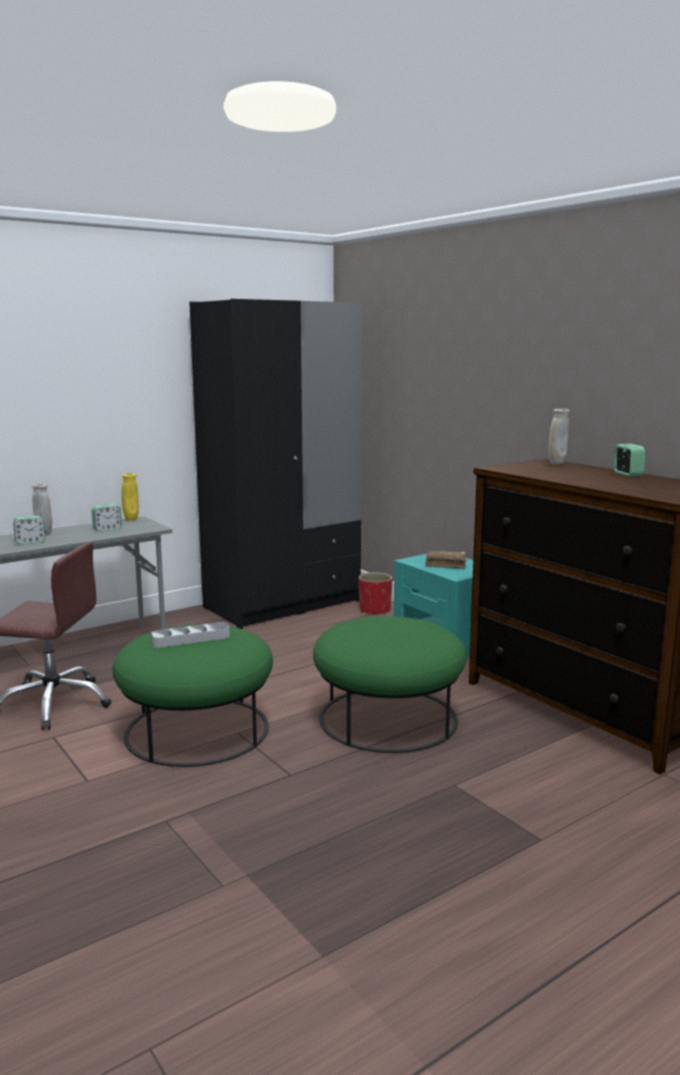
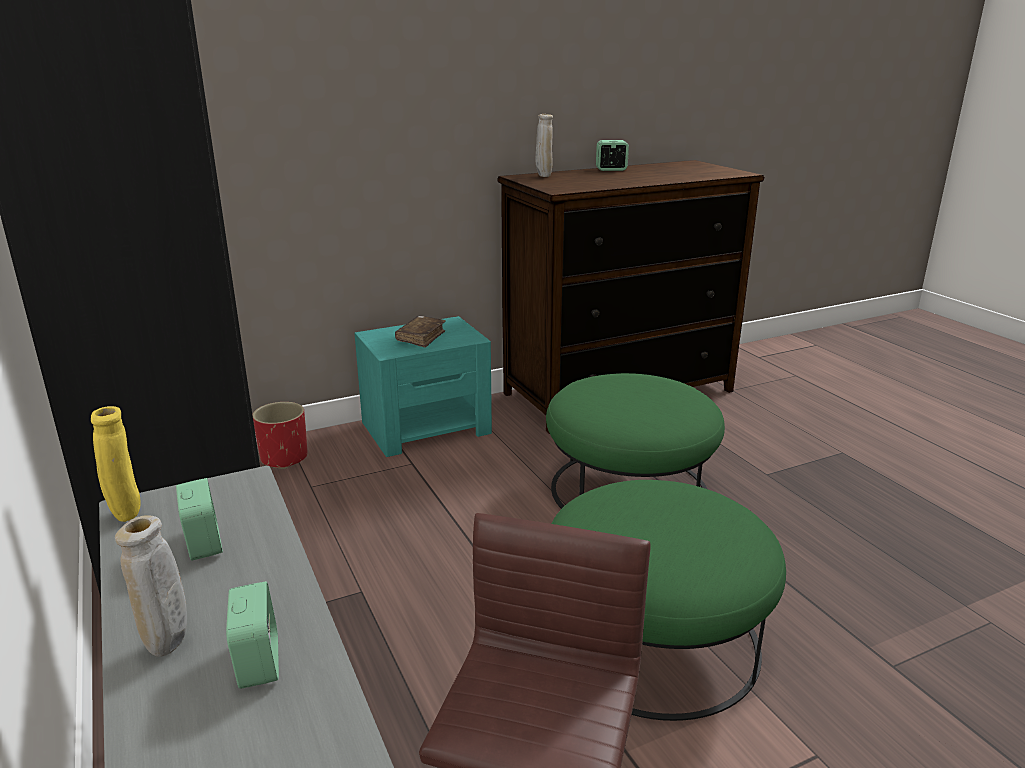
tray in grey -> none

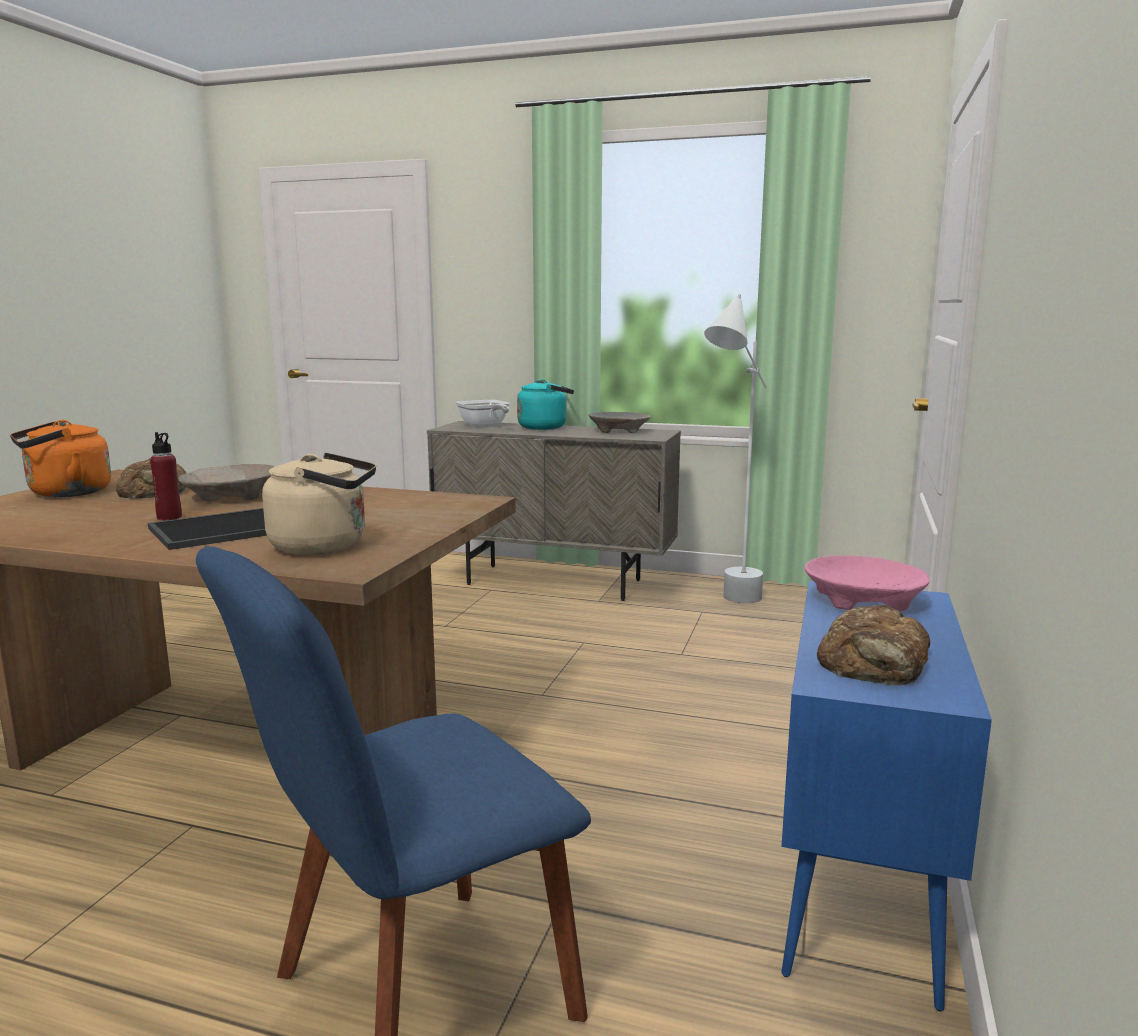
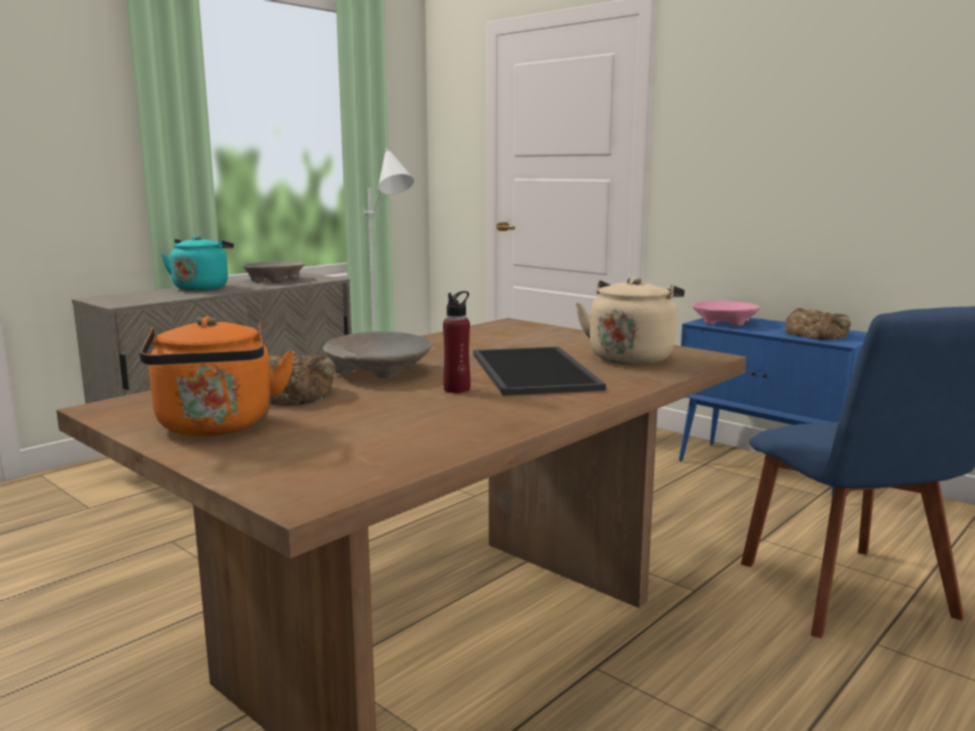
frying pan -> none

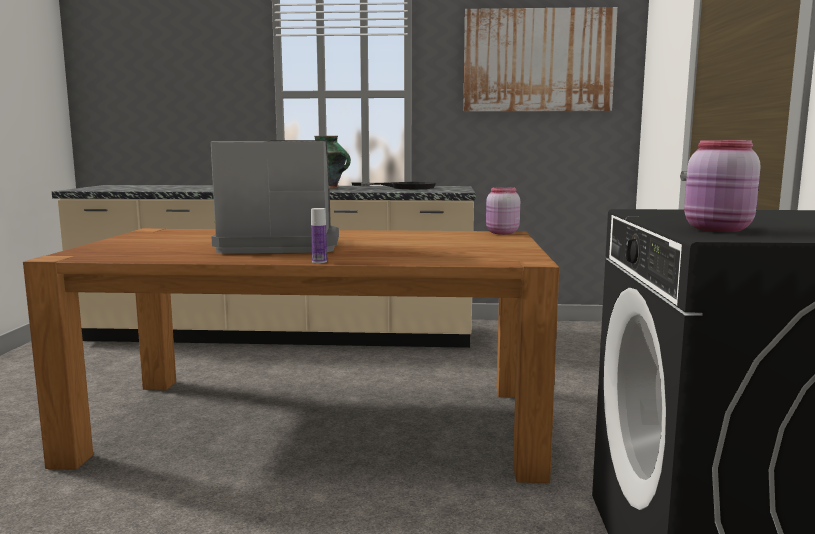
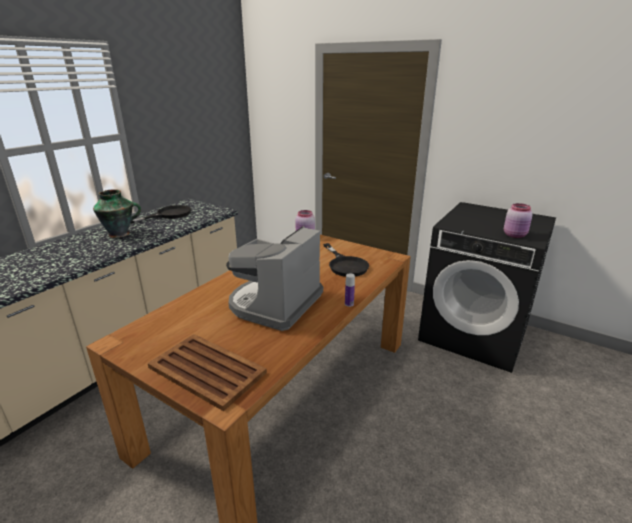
picture -> none
none -> tray in brown
none -> frying pan in black (2nd from left)

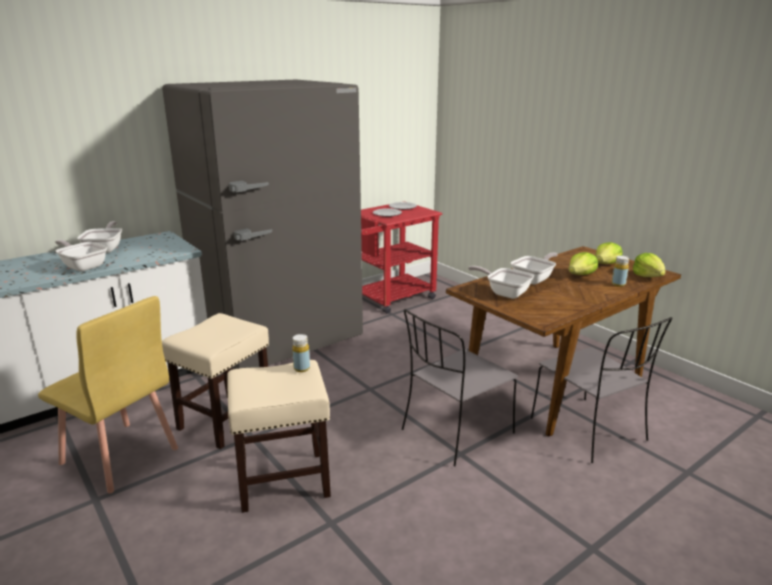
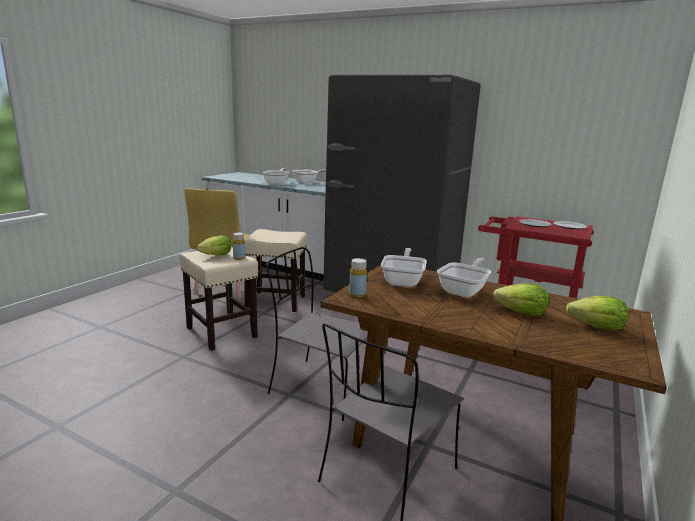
frying pan (4th from left), 75 degrees counterclockwise
bottle in yellow (2nd from left), move
lettuce (3rd from left in the first image) -> lettuce (1st from left), move

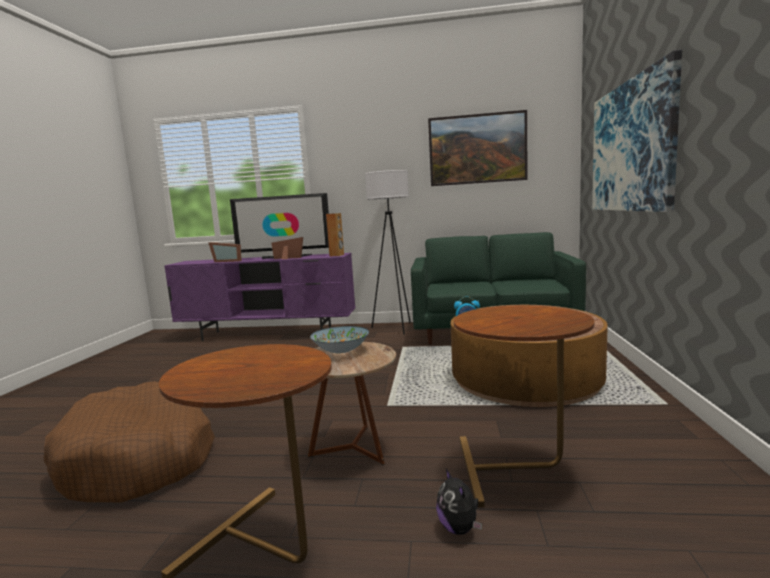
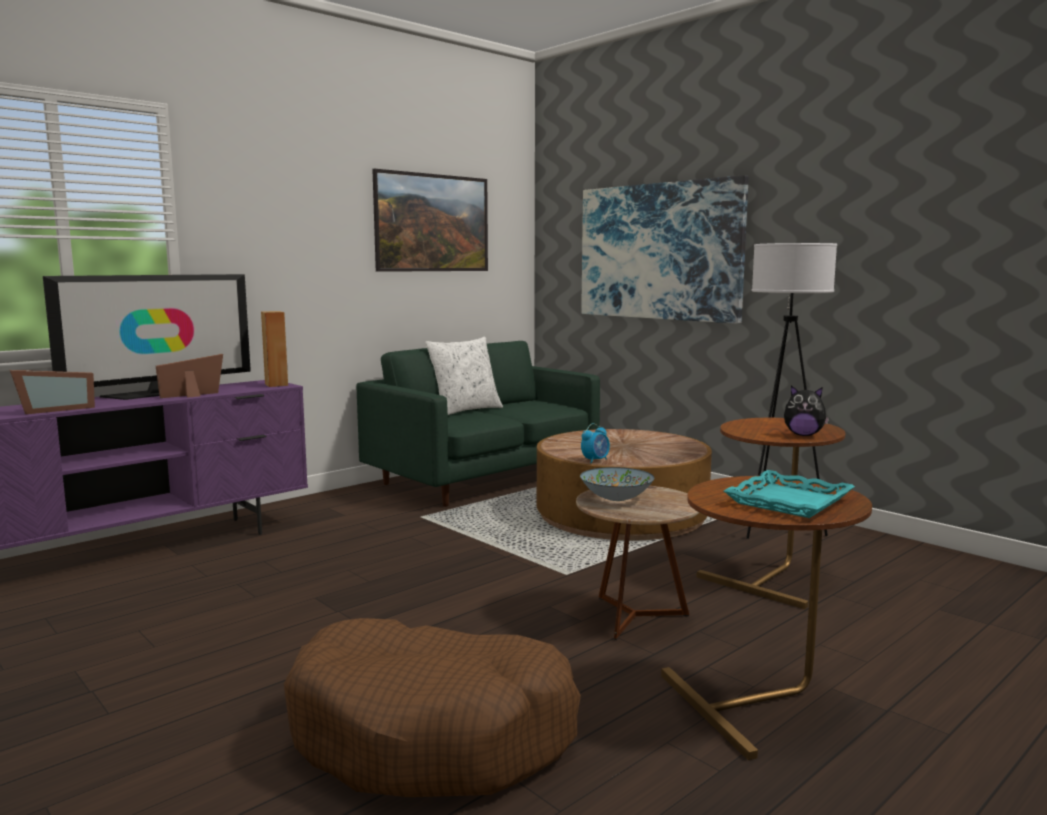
floor lamp in white, move
plush toy, move
none -> pillow in white
none -> tray in turquoise

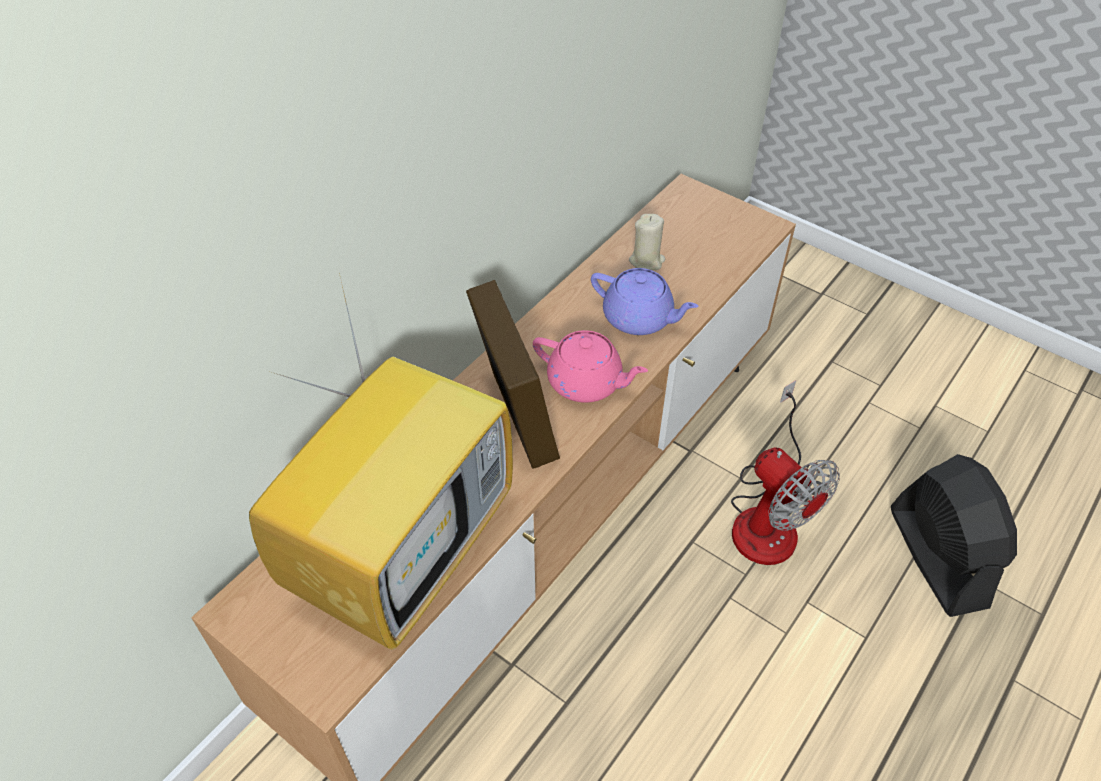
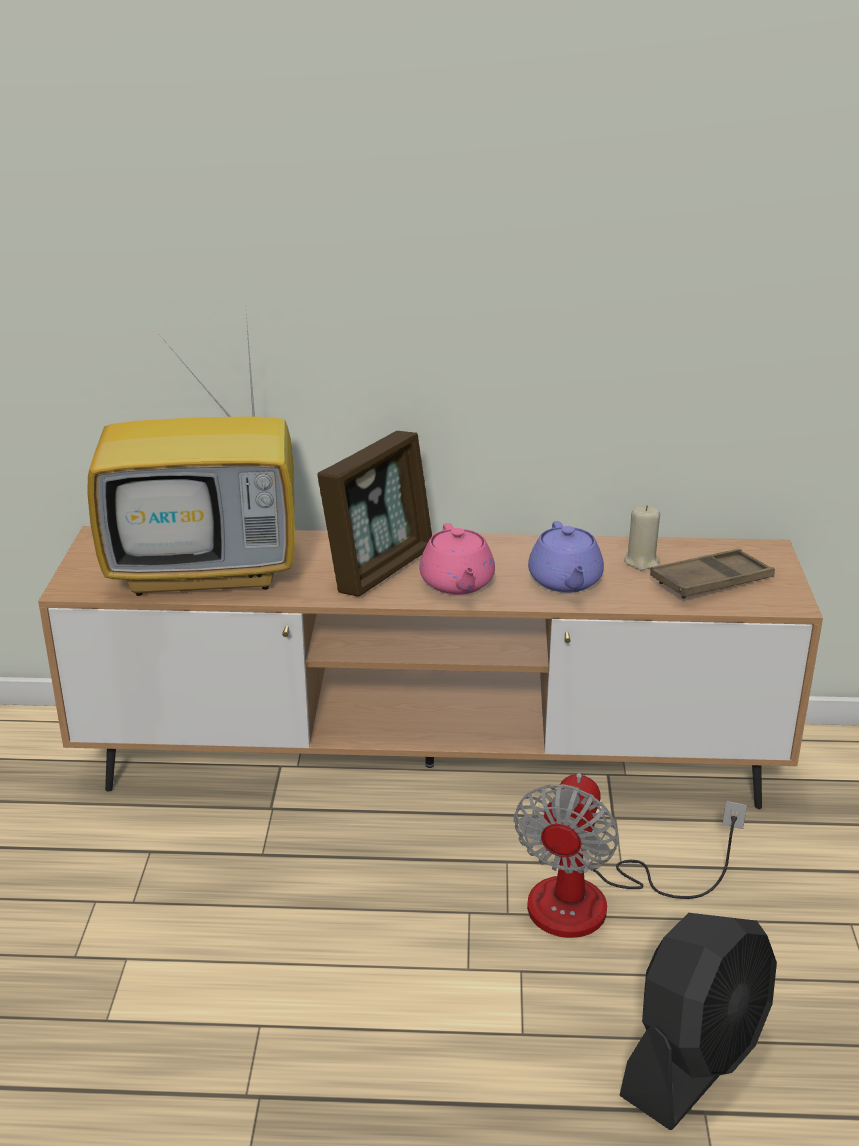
none -> tray in brown

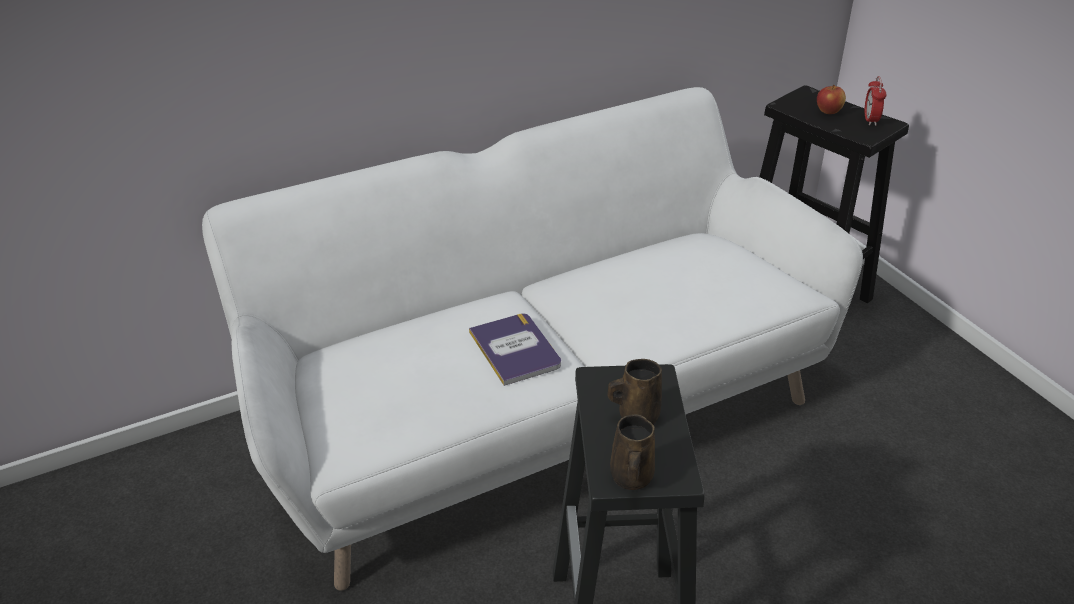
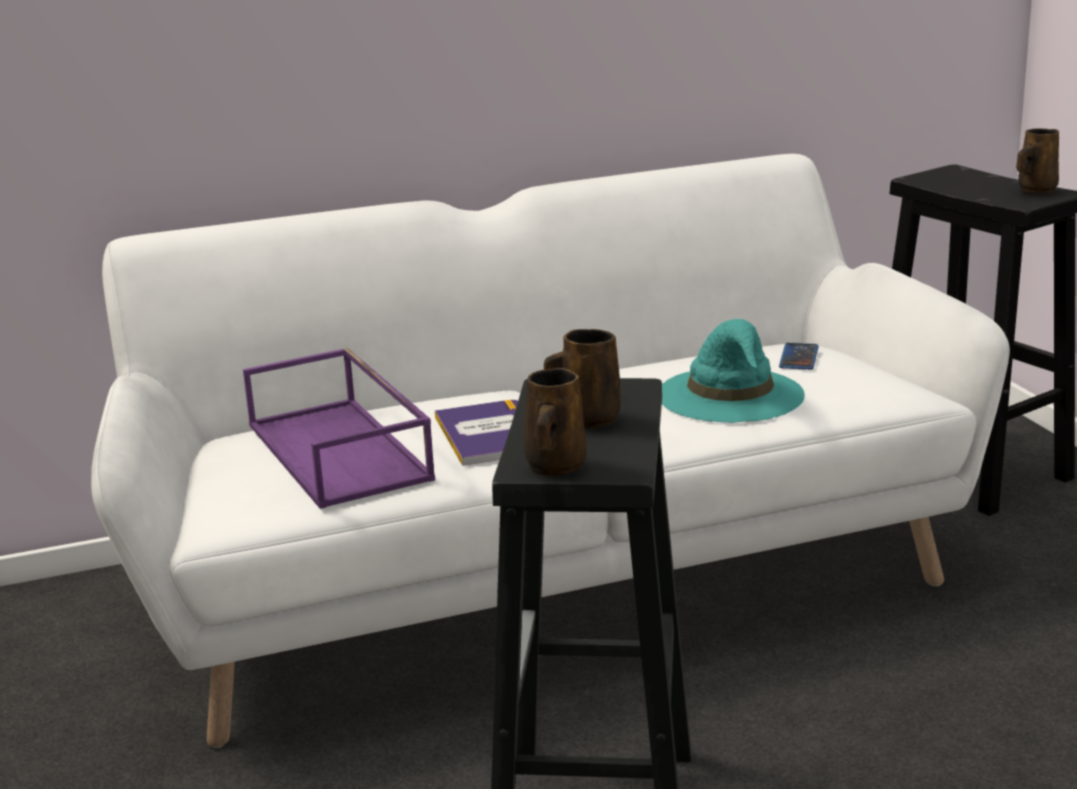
apple -> none
alarm clock -> mug in brown (3rd from left)
none -> tray in purple
none -> hat in turquoise
none -> phone

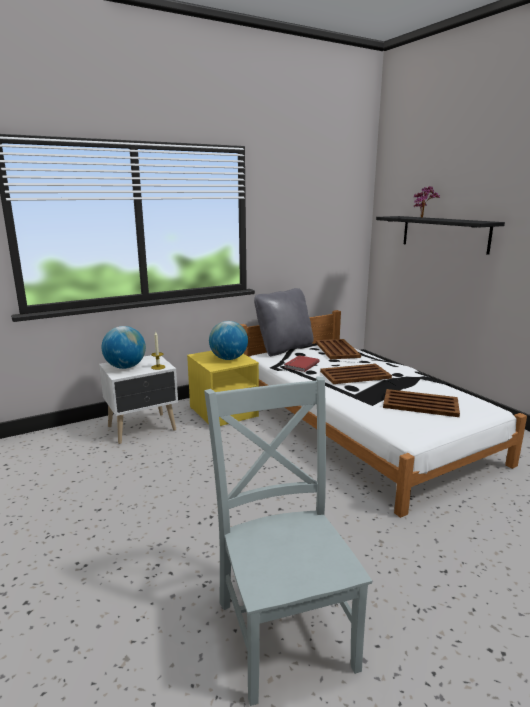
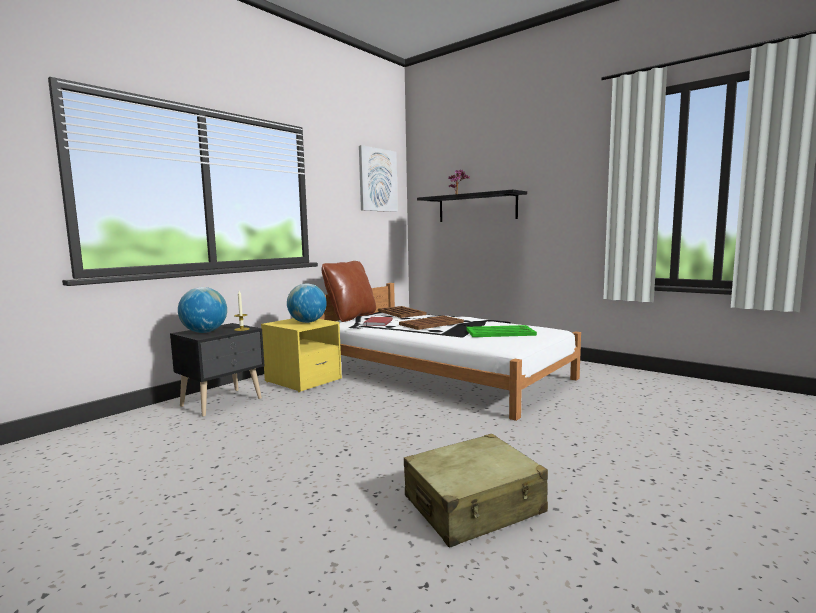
nightstand in white -> nightstand in black
chair in grey -> suitcase in beige
pillow in grey -> pillow in brown
tray in brown (3rd from left) -> tray in green
none -> picture

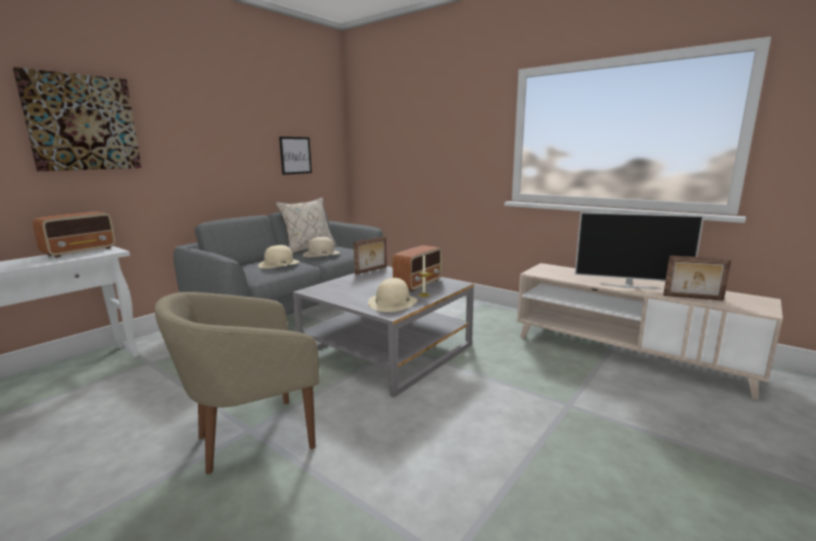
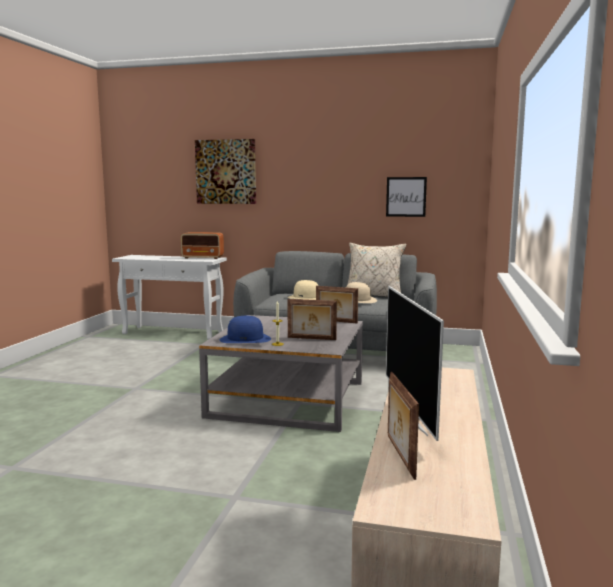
armchair in beige -> none
hat in beige (3rd from left) -> hat in blue
radio (2nd from left) -> picture frame (1st from left)

